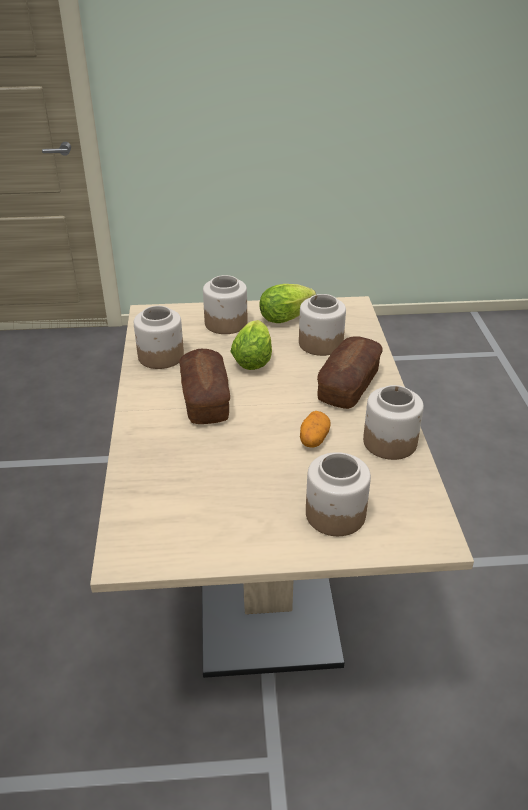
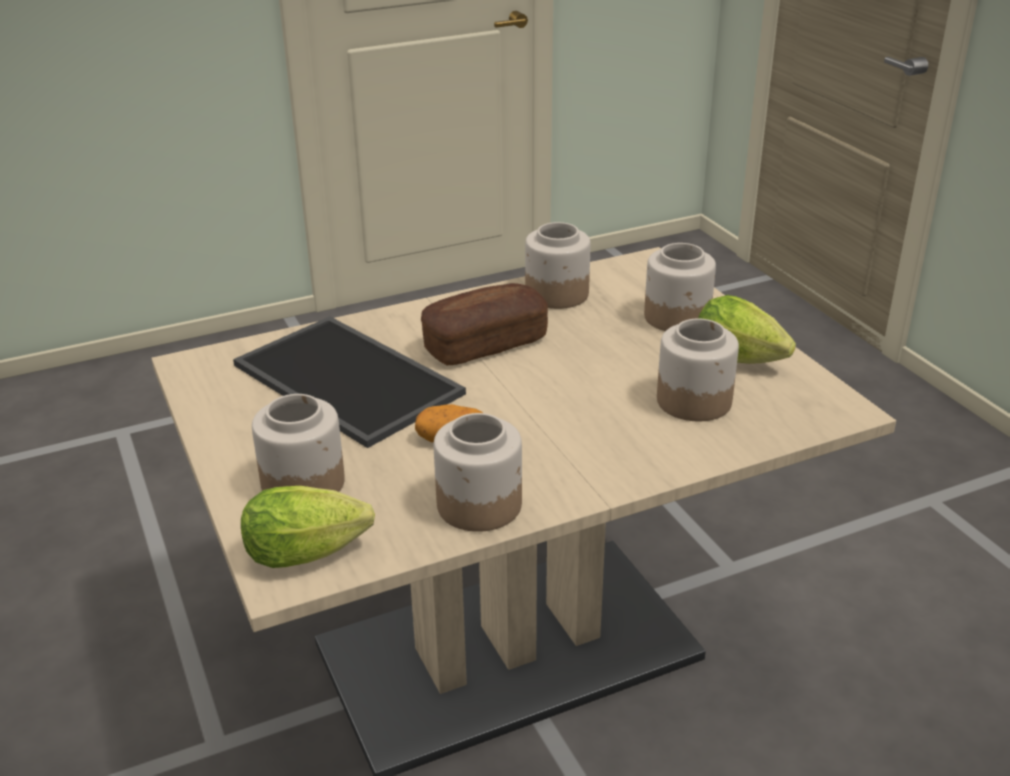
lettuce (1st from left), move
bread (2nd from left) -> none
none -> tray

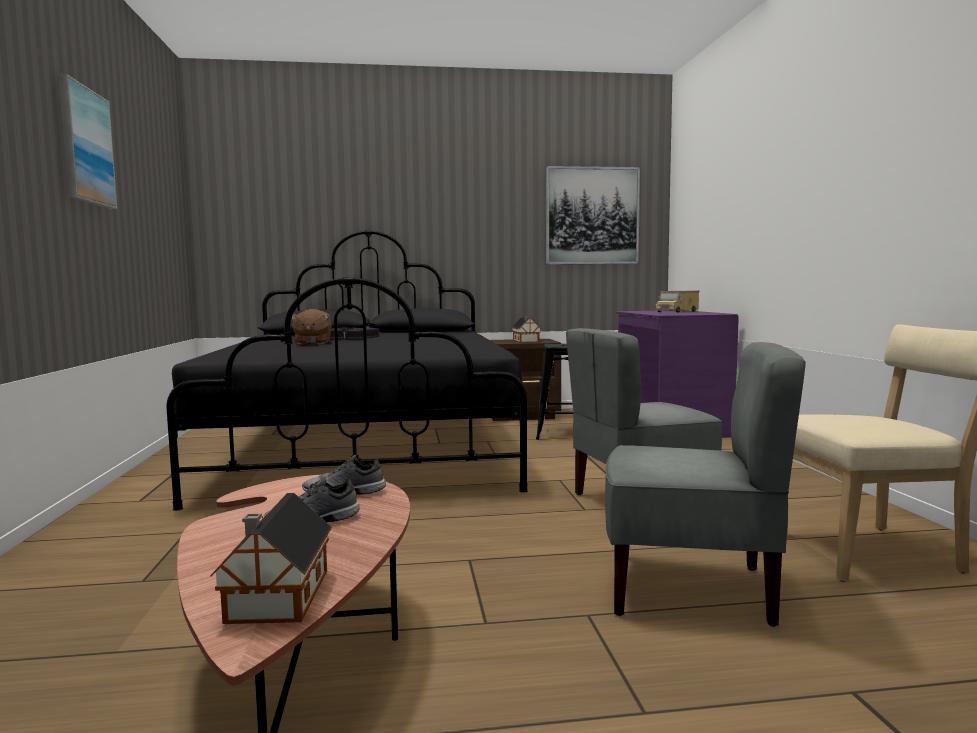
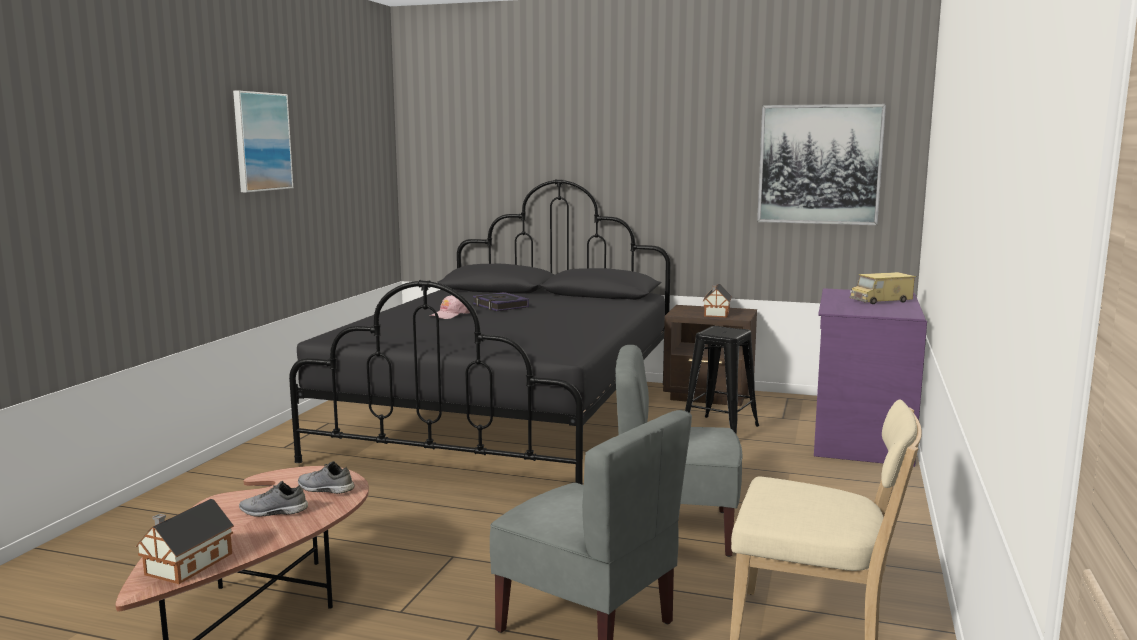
plush toy in brown -> cap in pink

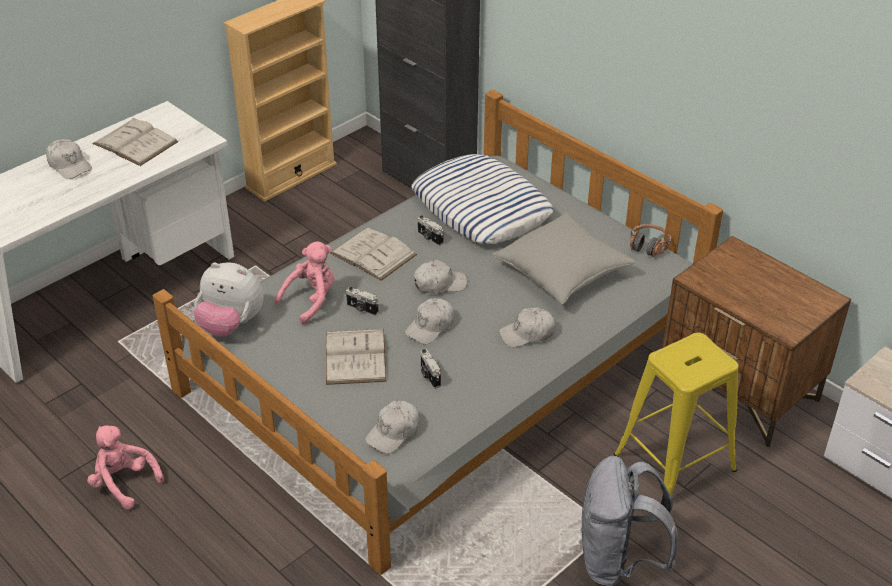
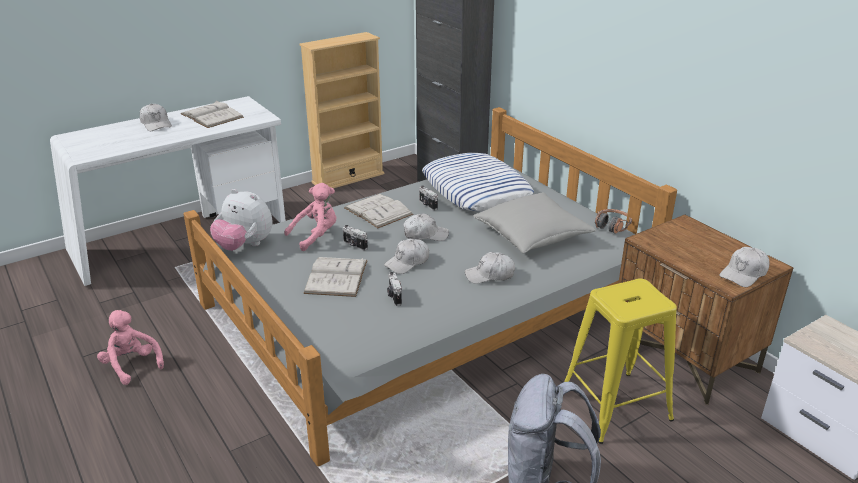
cap in white (2nd from left in the first image) -> cap in white (5th from left), move

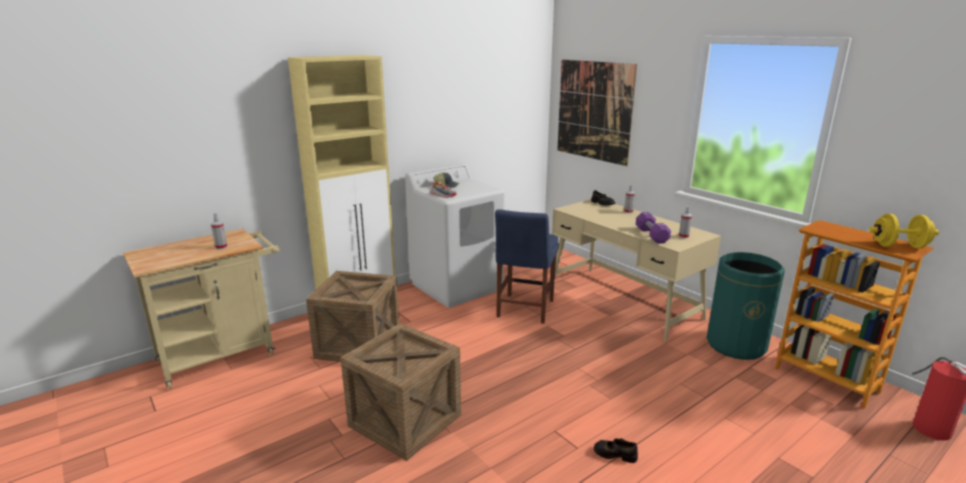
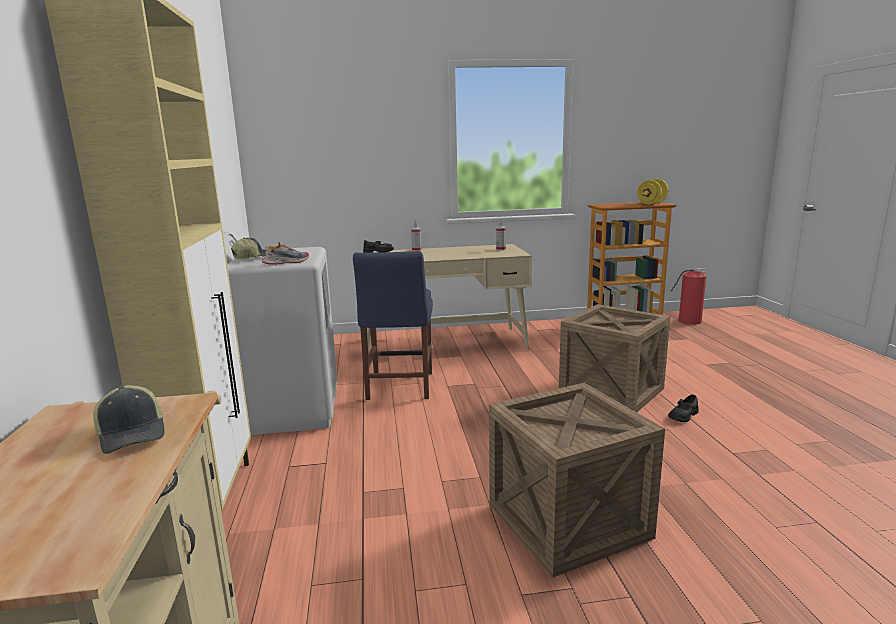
spray bottle (1st from left) -> cap (1st from left)
crate (1st from left in the first image) -> crate (2nd from left), move
chair in blue, 45 degrees clockwise
picture -> none
dumbbell in purple -> none
trash can in green -> none

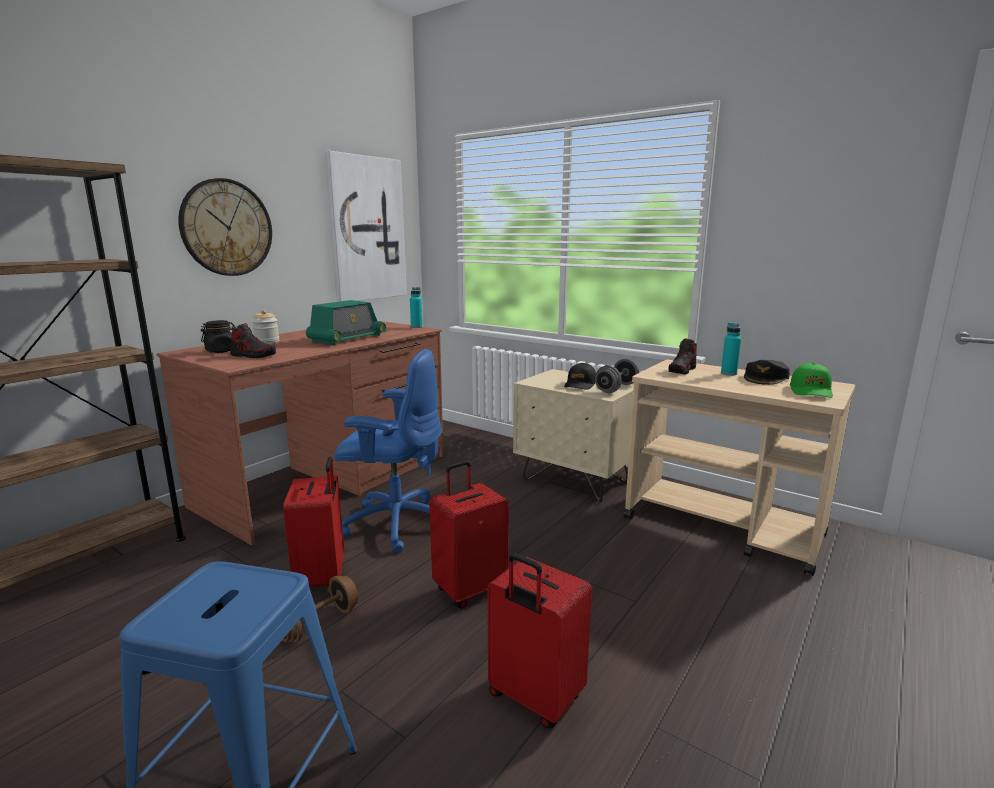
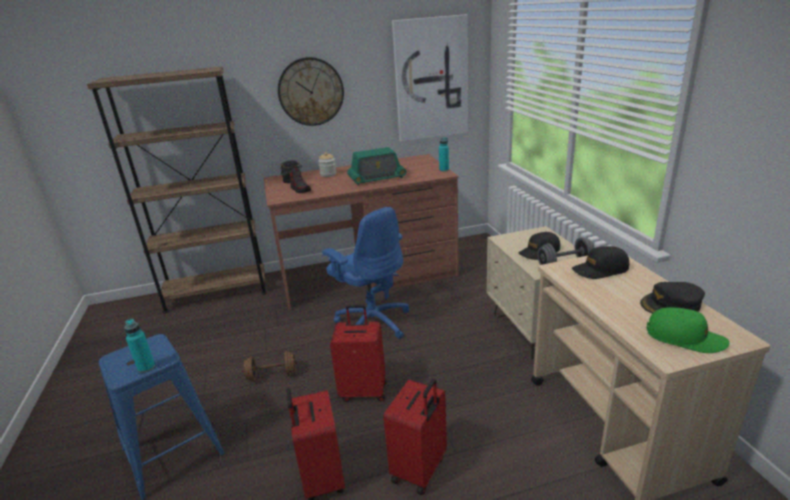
suitcase in red (1st from left in the first image) -> suitcase in red (3rd from left), move
shoe (2nd from left) -> cap in black (2nd from left)
bottle in turquoise (2nd from left in the first image) -> bottle in turquoise (1st from left), move
cap in green, 120 degrees counterclockwise

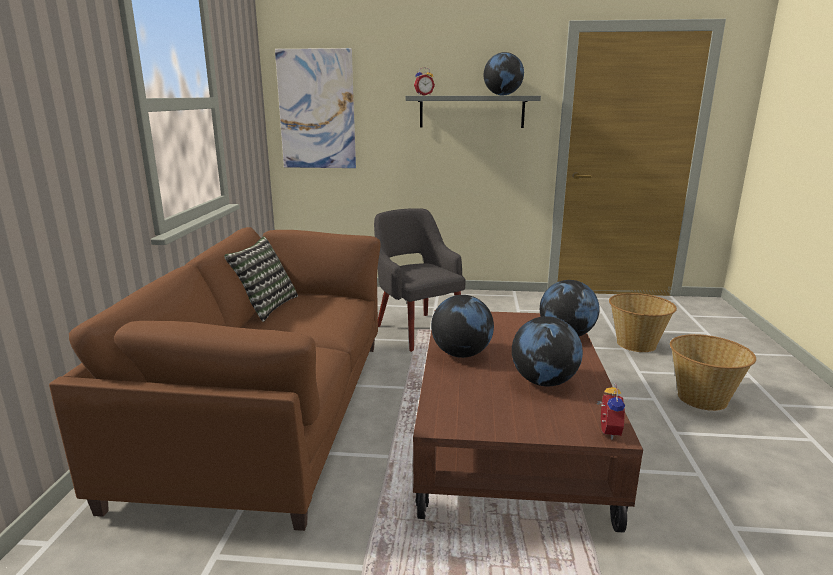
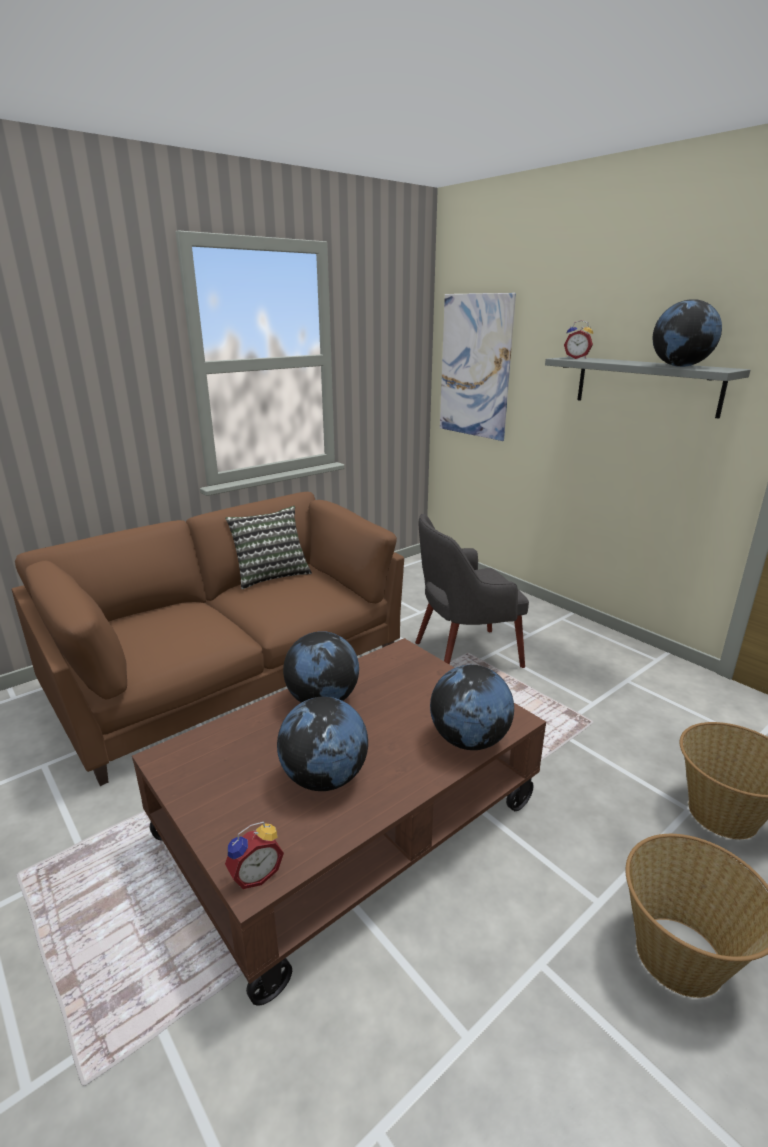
armchair in grey, 120 degrees counterclockwise

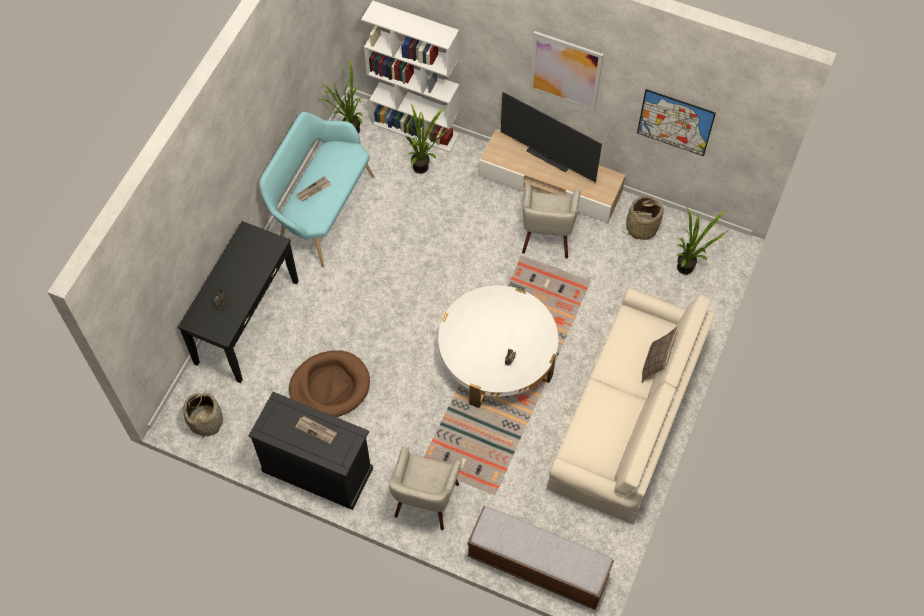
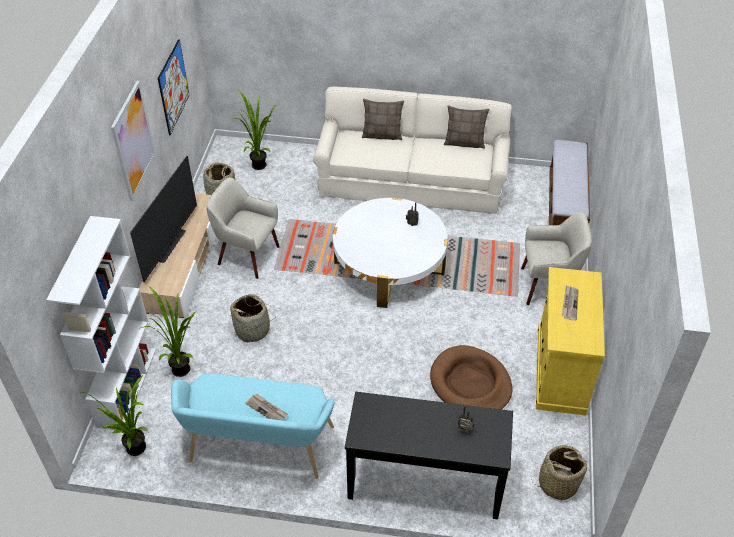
cabinet in black -> cabinet in yellow
armchair in beige (2nd from left in the first image) -> armchair in beige (1st from left), 150 degrees counterclockwise
none -> basket (2nd from left)
none -> pillow (2nd from left)

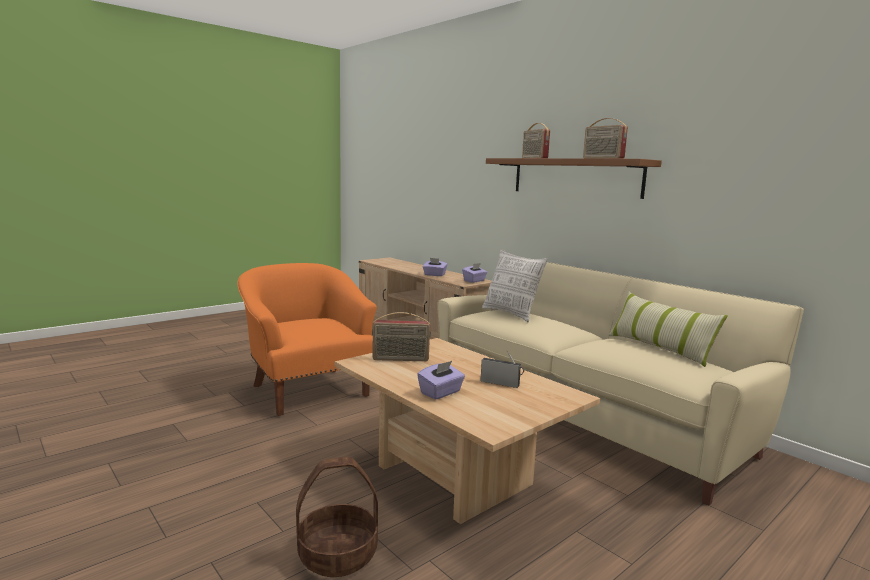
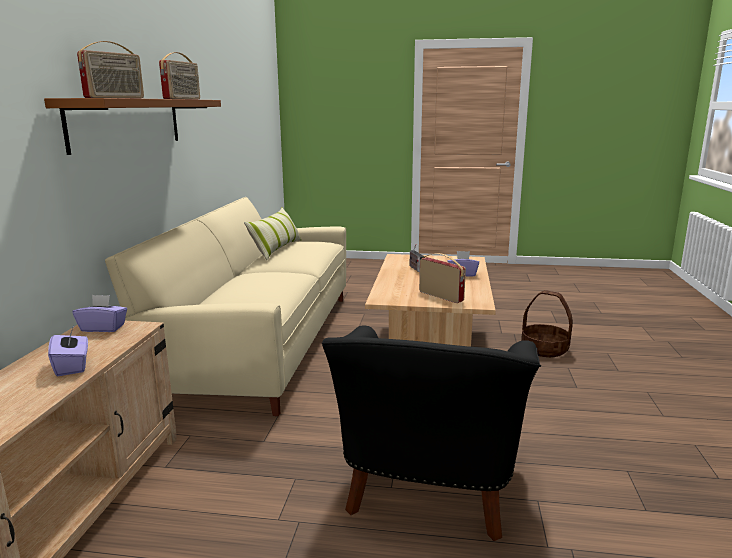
armchair in orange -> armchair in black
pillow (1st from left) -> none

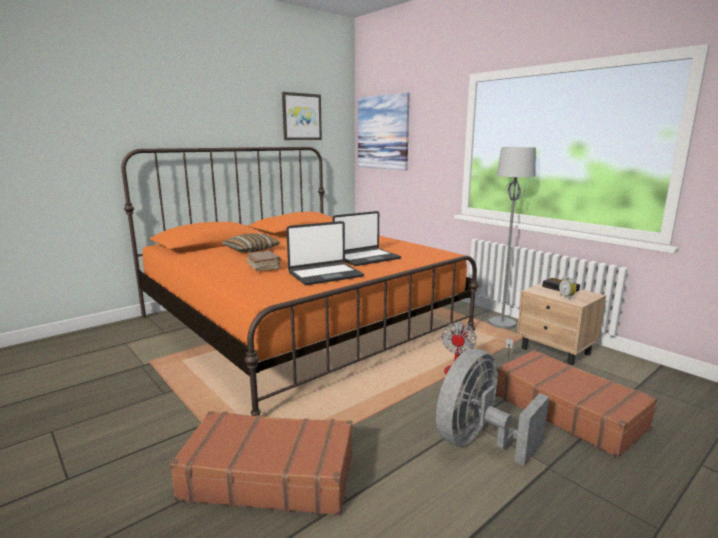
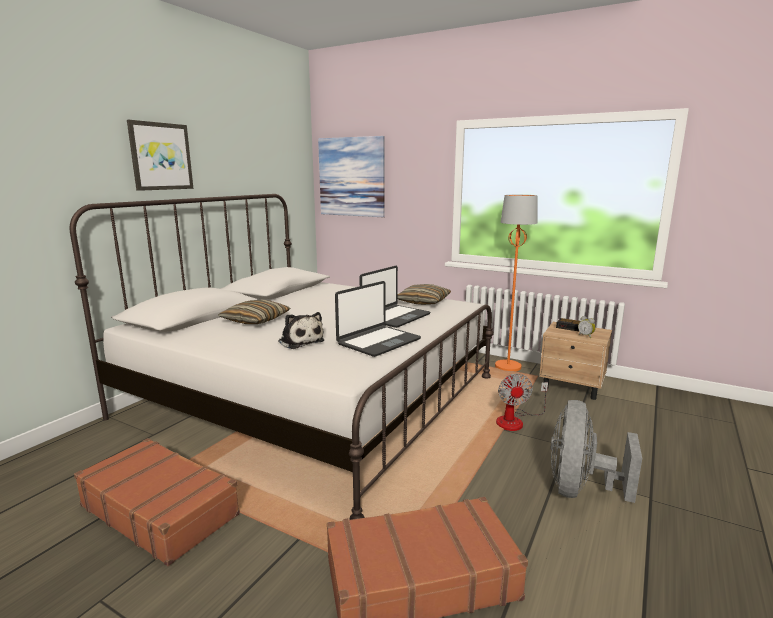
bed in orange -> bed in white
book in brown -> plush toy
picture (1st from left), move
floor lamp in grey -> floor lamp in orange
suitcase in brown (2nd from left in the first image) -> suitcase in brown (1st from left), move
none -> pillow (2nd from left)

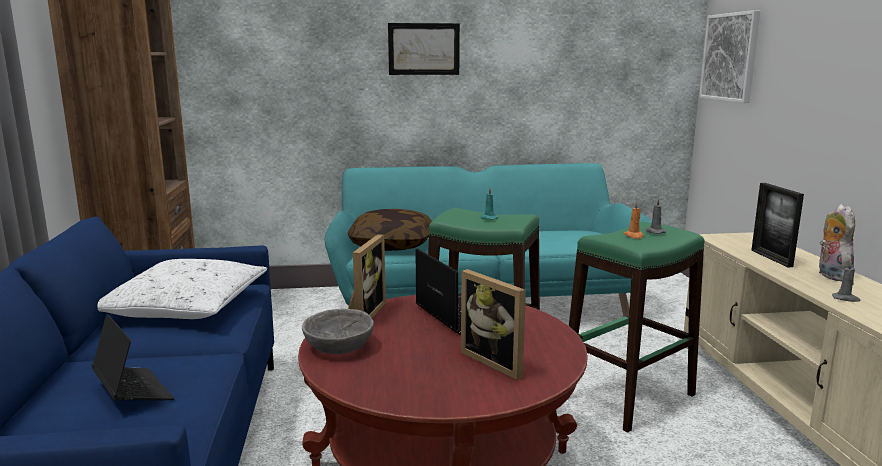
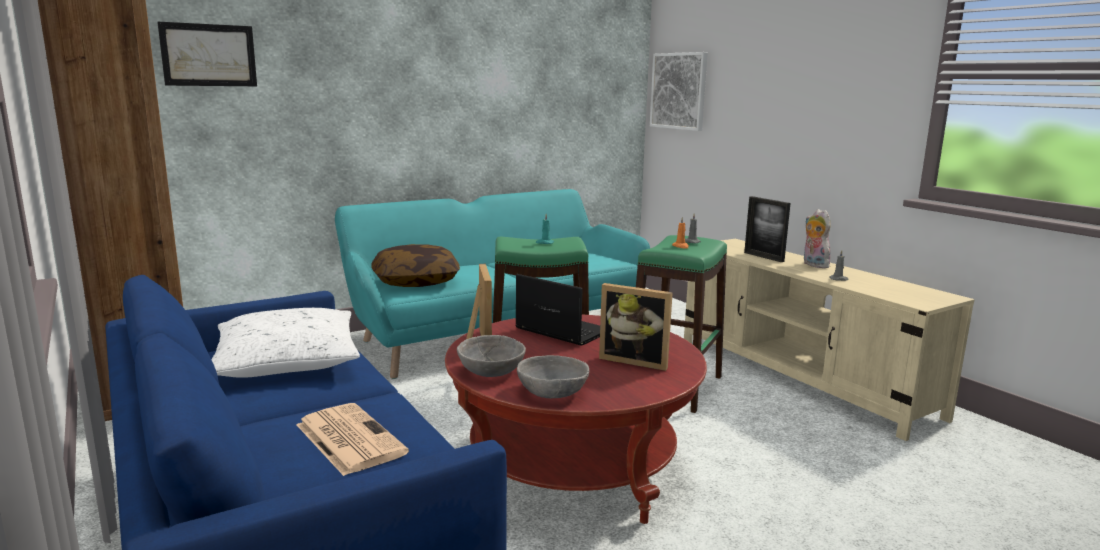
laptop (1st from left) -> newspaper
picture (1st from left), move
none -> bowl in grey (2nd from left)

